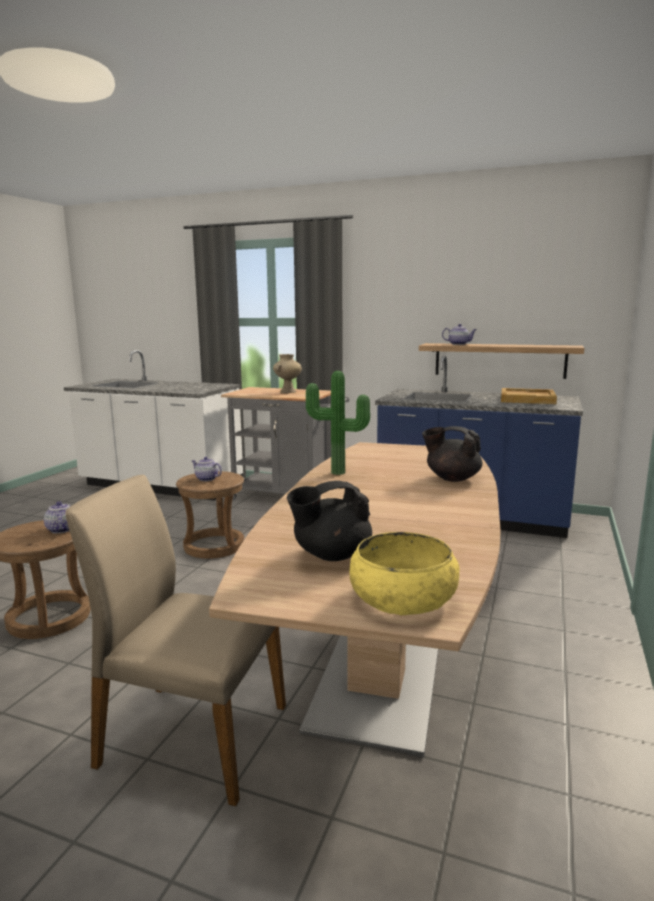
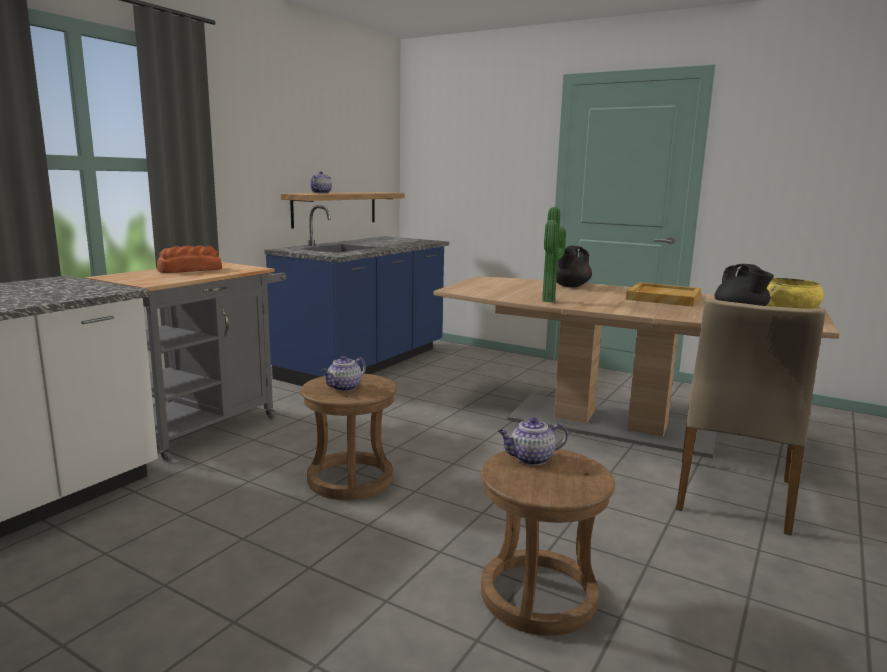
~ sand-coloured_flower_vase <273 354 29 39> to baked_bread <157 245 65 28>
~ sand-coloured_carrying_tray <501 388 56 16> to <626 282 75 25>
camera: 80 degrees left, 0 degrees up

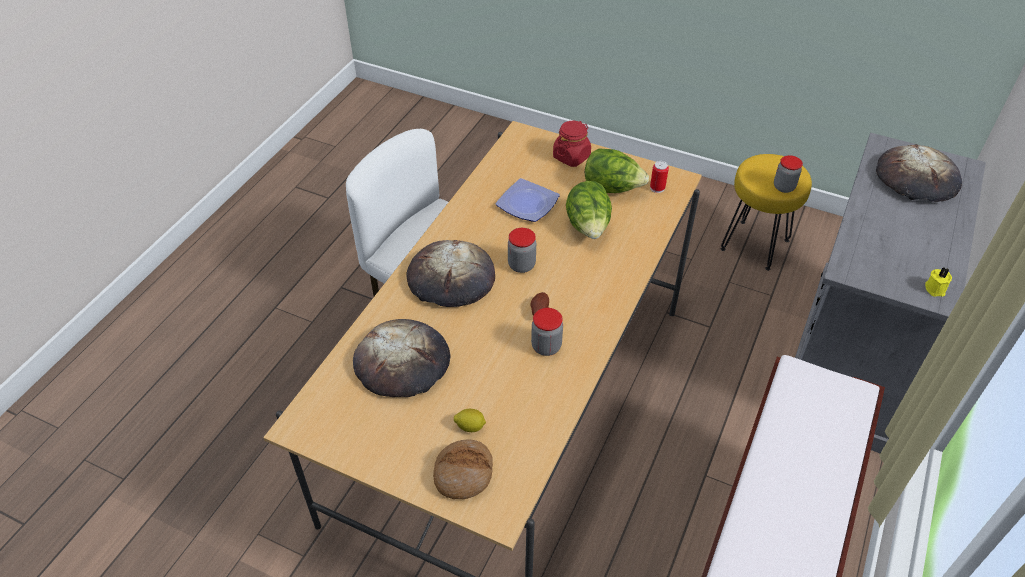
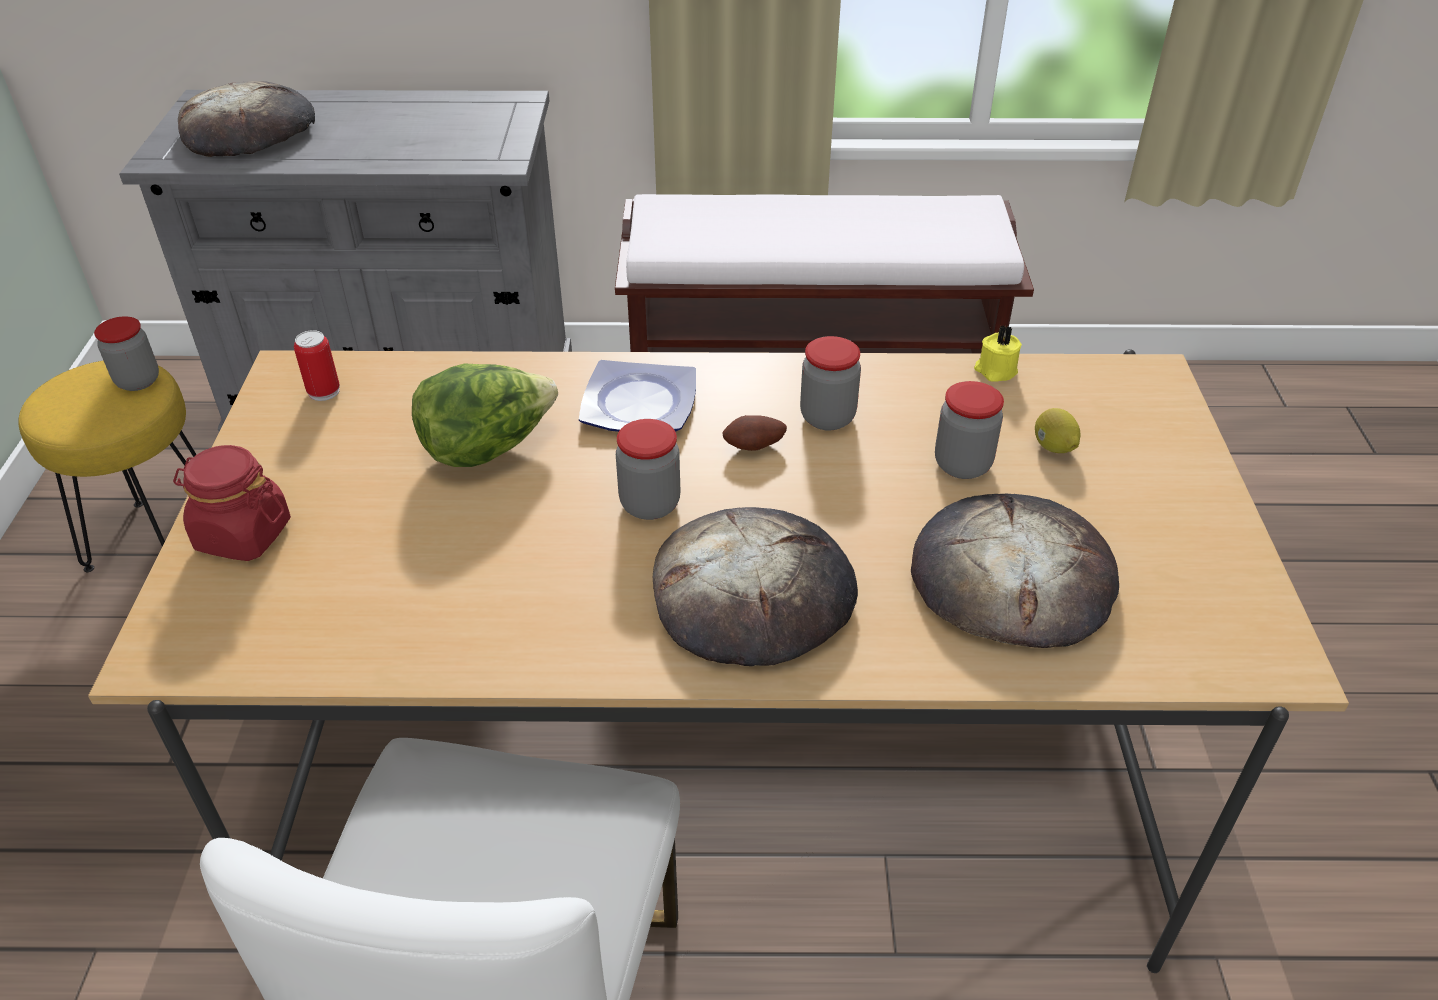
- lettuce_head <585 148 64 45>
~ dinner_plate <495 178 65 44> to <579 360 117 72>
~ yellow_wax_candle <925 267 27 30> to <974 325 48 57>
- baked_bread <433 439 60 60>
+ jar <935 381 69 98>
camera: 115 degrees left, 5 degrees down

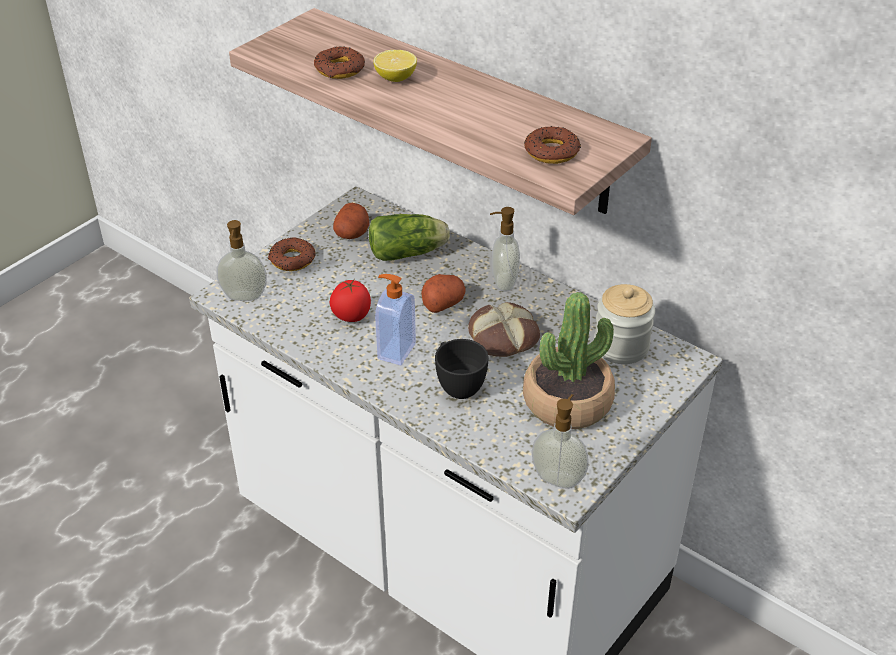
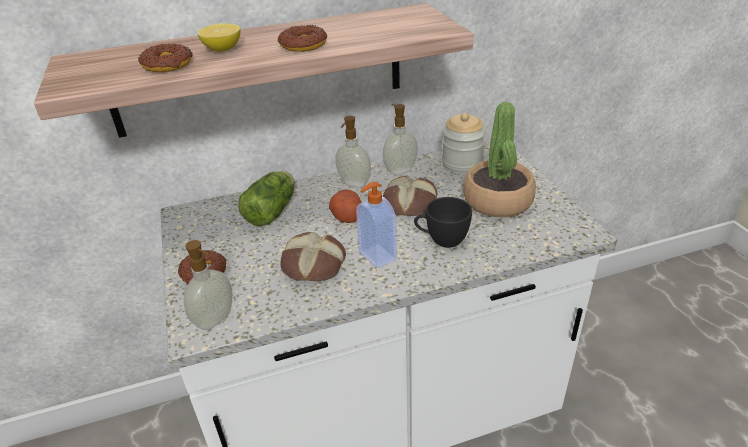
~ doughnut <524 126 57 38> to <278 25 49 27>
- whole_potato <333 203 37 36>
~ tomato <330 280 41 42> to baked_bread <281 232 65 49>
~ soap_bottle <531 394 58 95> to <383 104 35 70>
camera: 55 degrees left, 5 degrees down

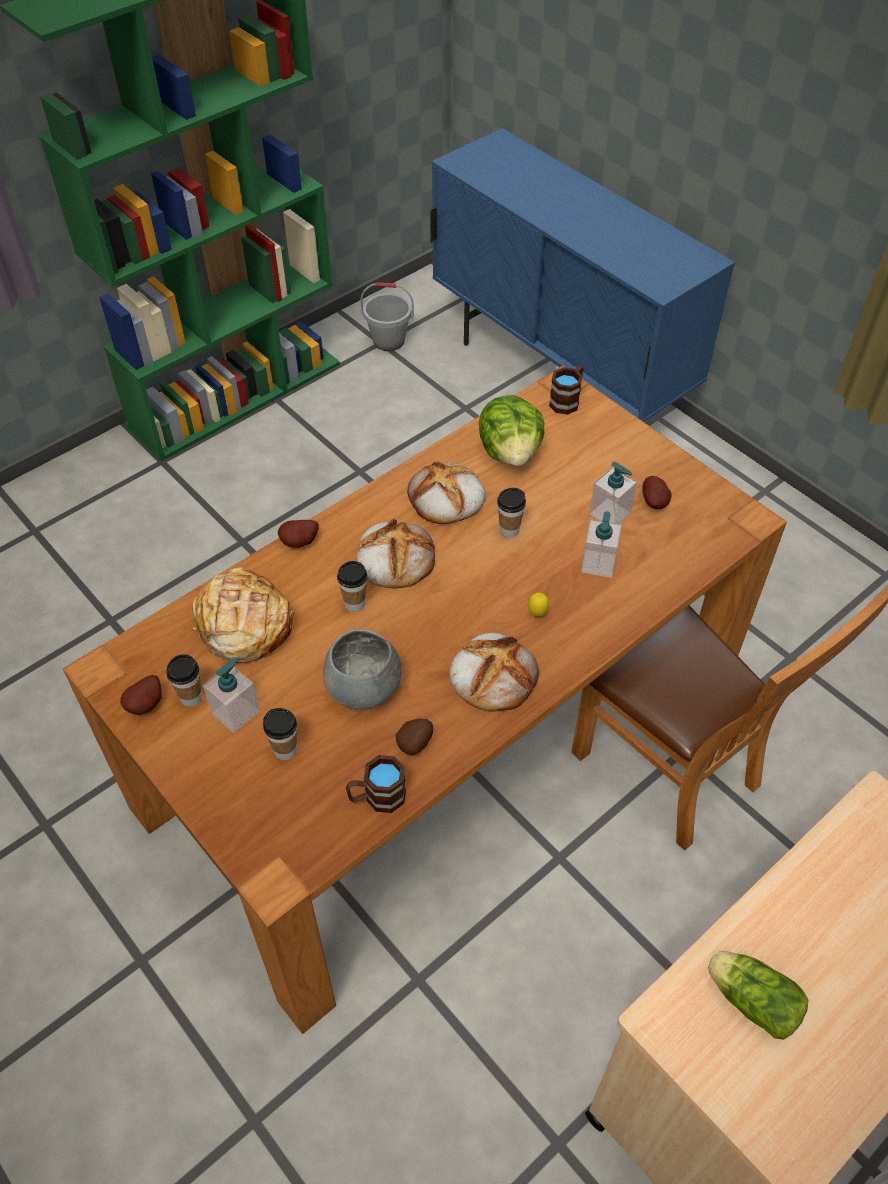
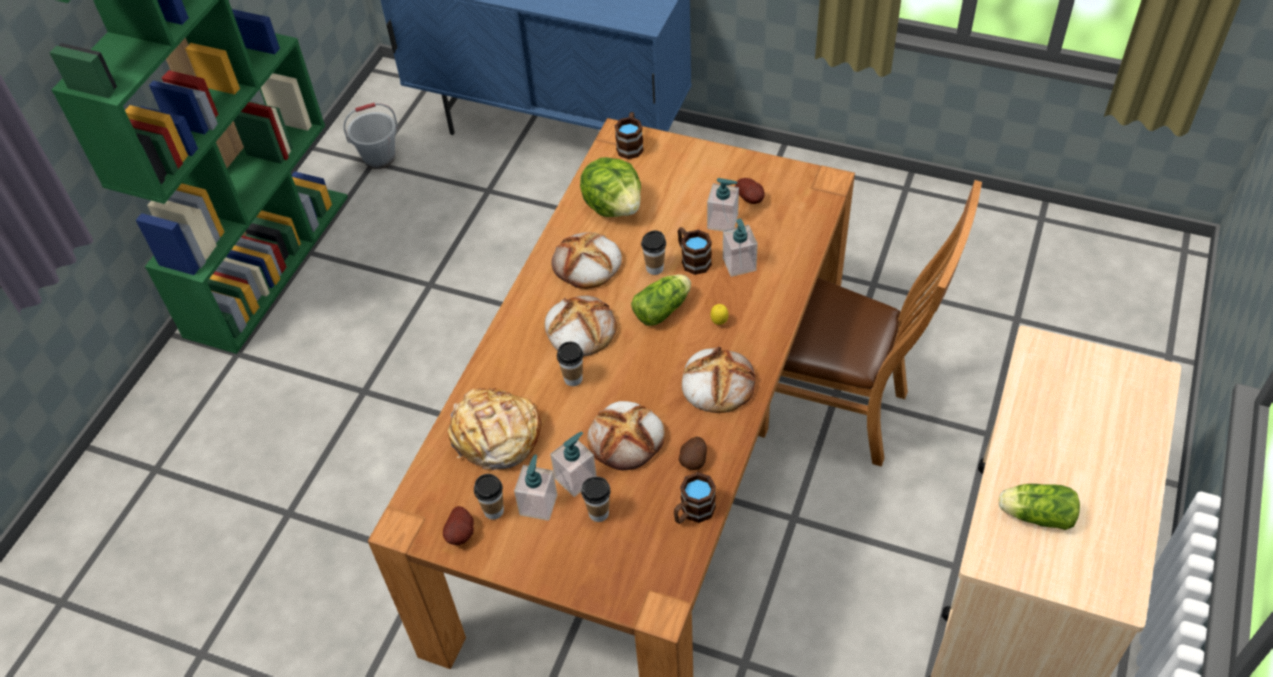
- whole_potato <278 520 41 28>
~ grey_bowl <323 629 78 81> to baked_bread <587 401 78 69>
+ brown_mug <678 227 34 48>
+ lettuce_head <631 274 60 52>
+ soap_bottle <550 431 47 66>
camera: 25 degrees left, 0 degrees up

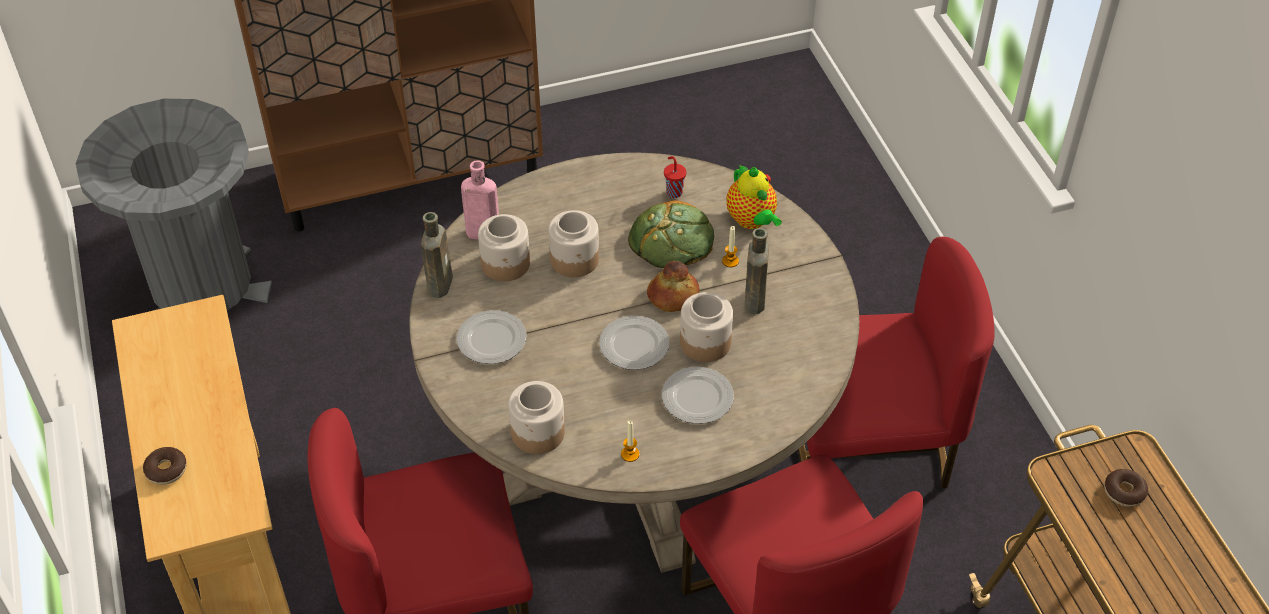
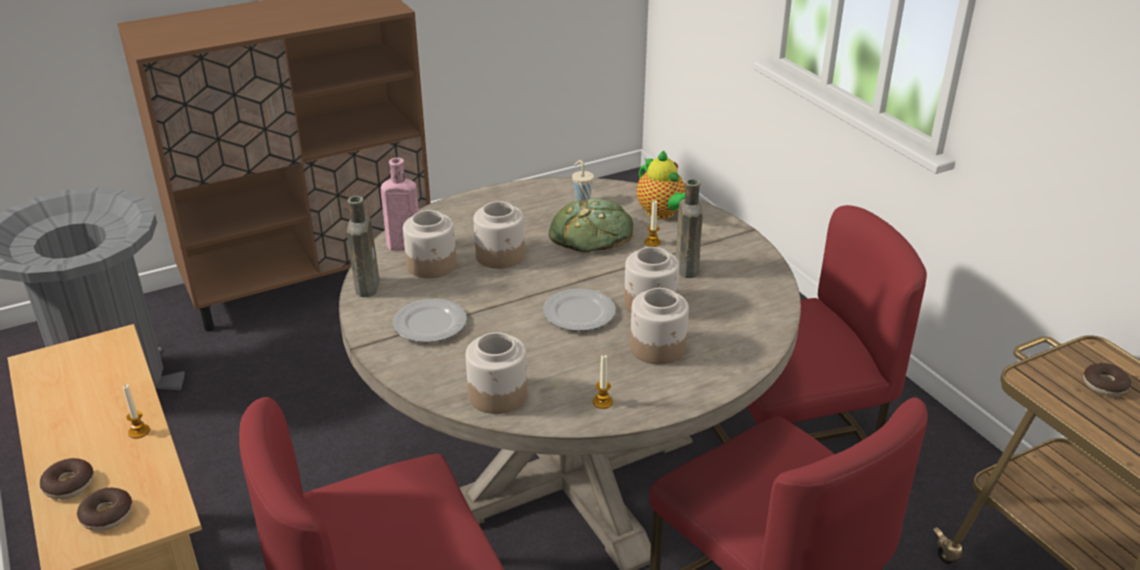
~ red_drinking_cup <664 156 23 42> to sand-coloured_drinking_cup <572 160 22 41>
- baked_bread <647 261 53 51>
~ dinner_plate <662 367 72 57> to jar <630 288 59 77>
+ wax_candle <123 384 27 55>
+ doughnut <77 488 55 43>
camera: 10 degrees left, 15 degrees down

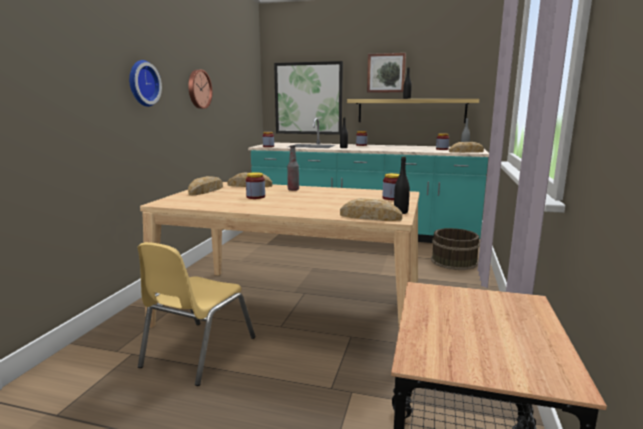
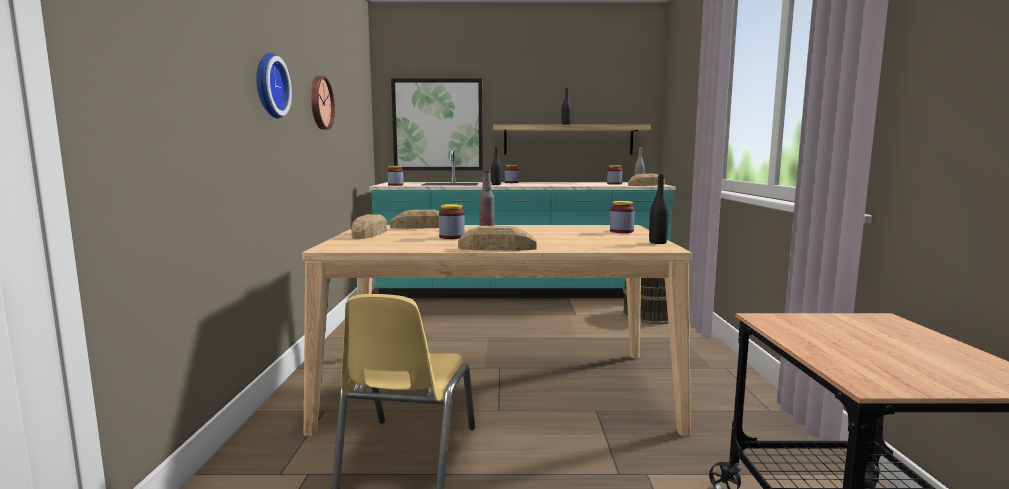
- wall_art <367 53 39 40>
~ baked_bread <340 198 62 23> to <458 226 79 25>
camera: 15 degrees left, 5 degrees down

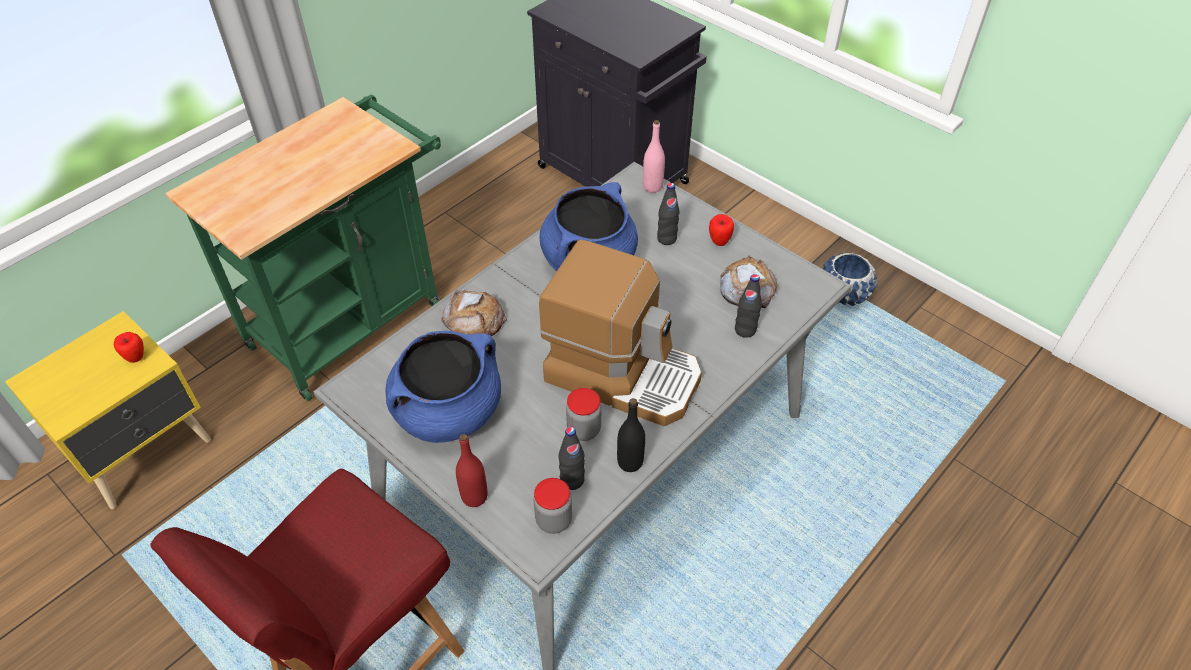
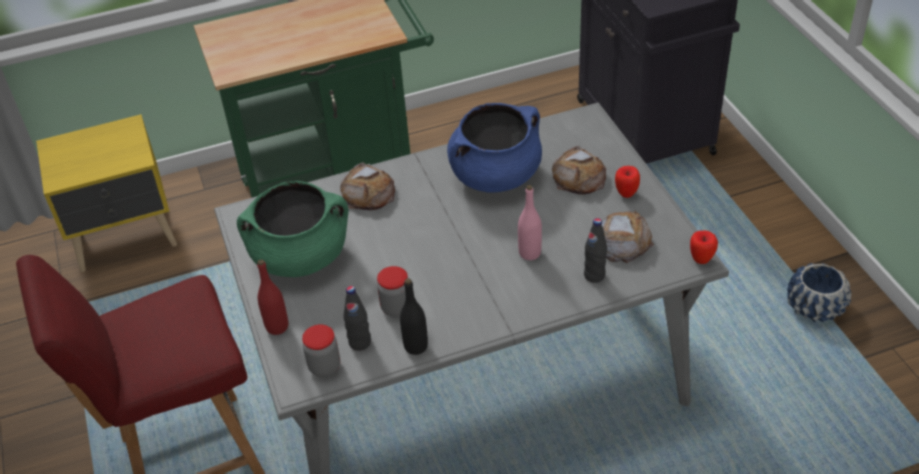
~ pink-coloured_drink_bottle <643 120 22 73> to <518 185 24 75>
~ black-coloured_drink_bottle <657 183 22 62> to baked_bread <552 146 54 48>
- coffee_brewer <539 239 163 187>
~ bluish_cooking_pot <385 331 116 112> to green-coloured_cooking_pot <237 181 112 96>
~ whole_apple <114 332 30 31> to <690 230 28 34>
camera: 30 degrees right, 5 degrees down

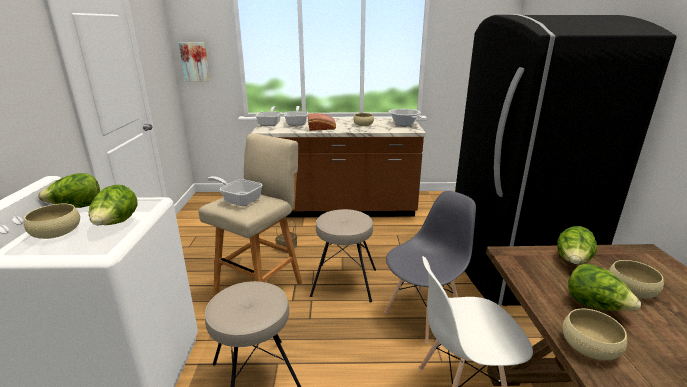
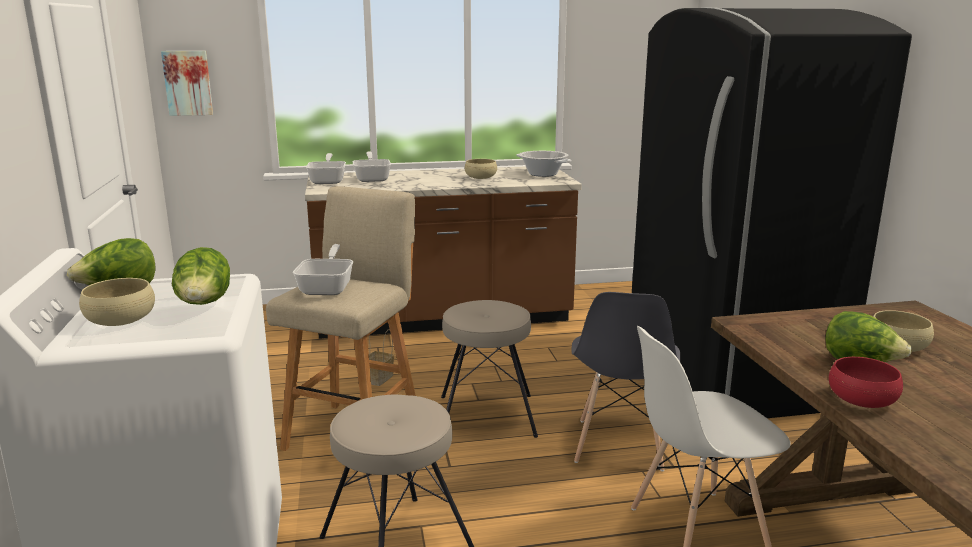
- baked_bread <308 113 28 18>
~ frying_pan <207 176 56 30> = <293 244 60 51> 75 degrees clockwise
~ grey_plain_chair <385 191 91 152> = <571 292 109 179> 150 degrees clockwise
- lettuce_head <557 226 40 38>
~ sand-coloured_bowl <563 309 64 51> to red_bowl <829 357 74 51>
camera: 10 degrees left, 5 degrees down

